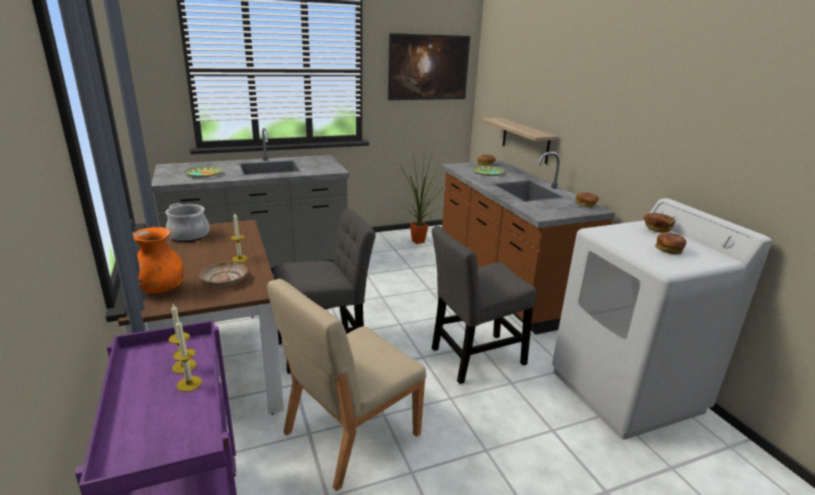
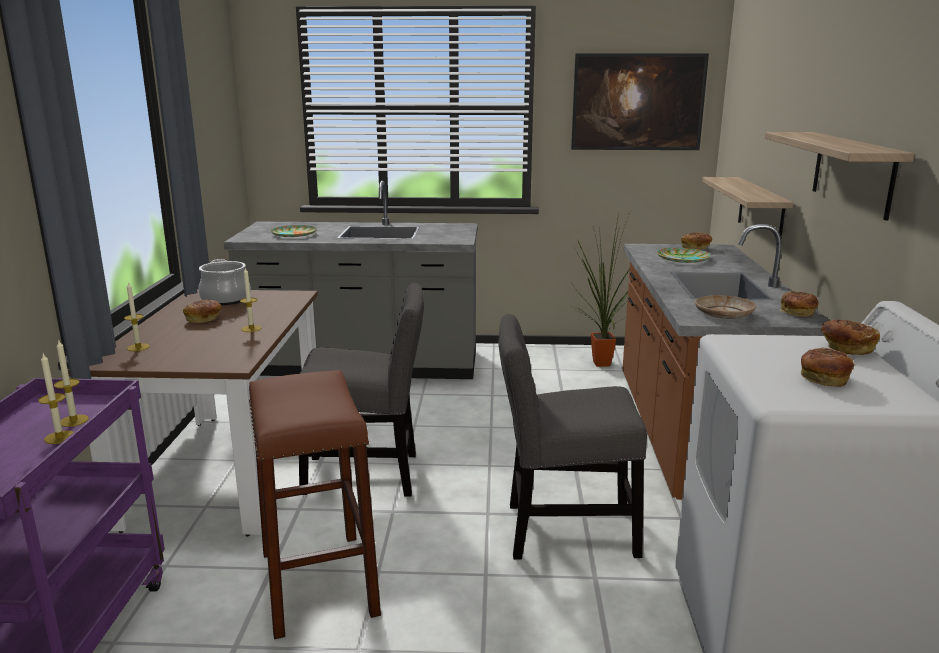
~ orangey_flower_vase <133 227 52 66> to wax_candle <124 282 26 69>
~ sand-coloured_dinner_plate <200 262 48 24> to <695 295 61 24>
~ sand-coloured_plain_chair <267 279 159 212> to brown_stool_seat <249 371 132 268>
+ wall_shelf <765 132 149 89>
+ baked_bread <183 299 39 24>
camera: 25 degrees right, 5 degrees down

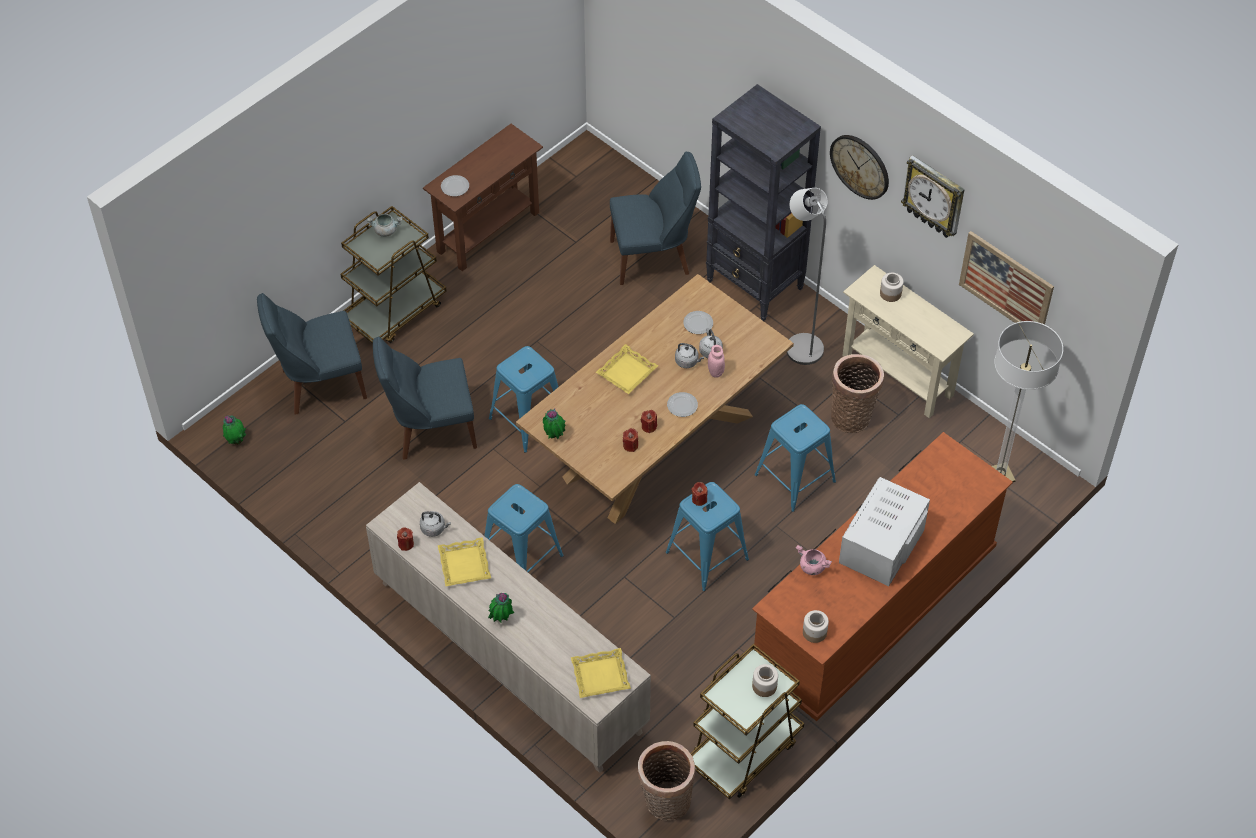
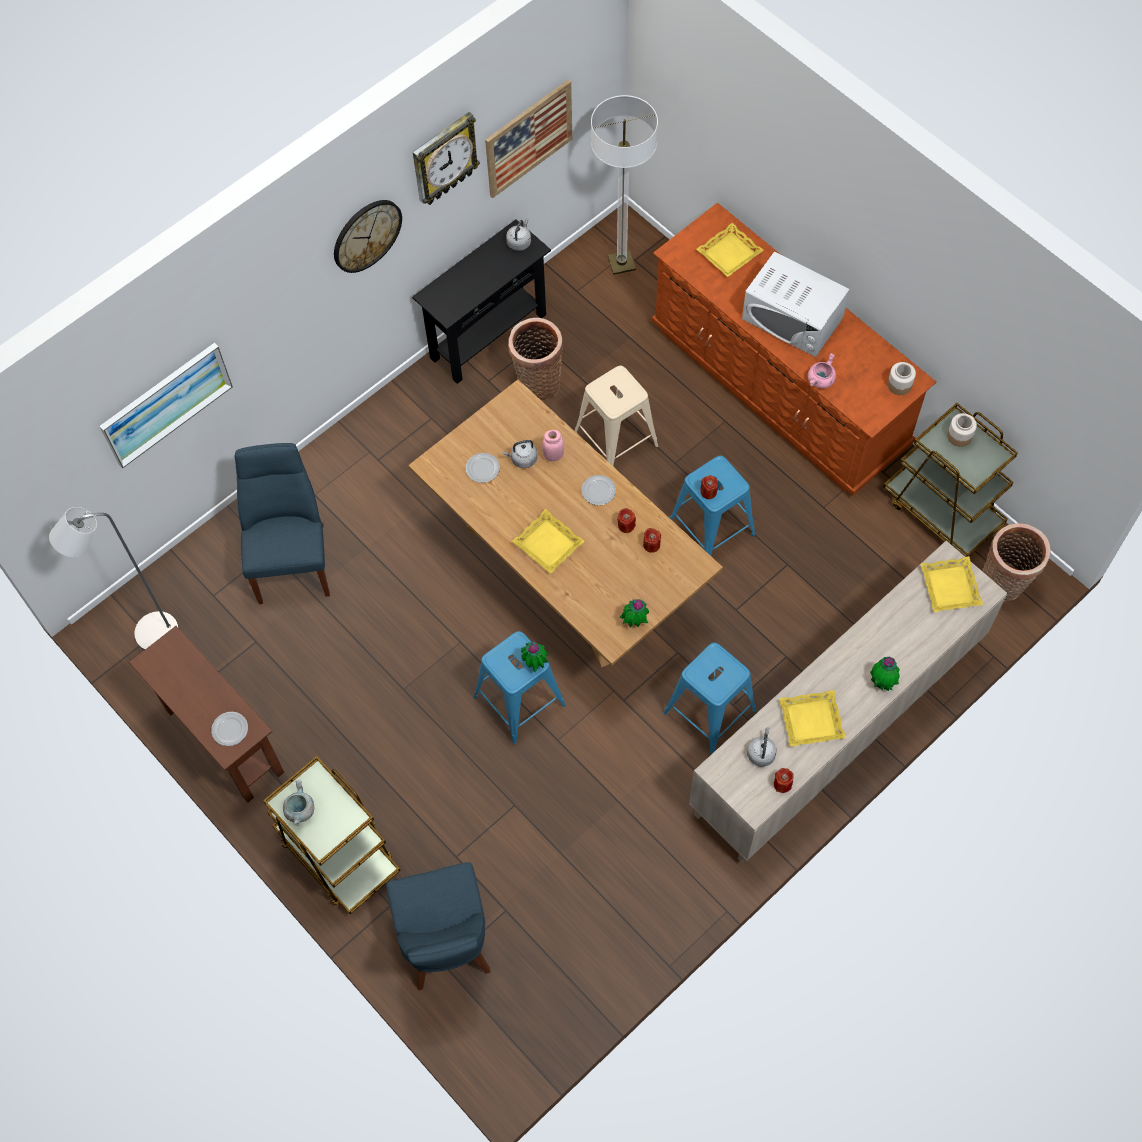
- black-coloured_shelving_unit <706 84 115 237>
~ grey_standard_lamp <786 188 42 177> to <49 507 130 143>
~ sand-coloured_hall_table <842 265 132 153> to black-coloured_hall_table <412 219 139 165>
- jar <880 273 24 29>
- bluish_plain_chair <373 336 104 124>
~ grey_tea_kettle <675 343 29 25> to <506 218 25 33>
~ bluish_stool_seat <755 404 81 108> to sand-coloured_stool_seat <575 366 83 100>
~ plant_in_a_pot <223 415 23 30> to <521 641 27 31>
+ yellow_carrying_tray <697 222 67 55>
+ wall_art <100 343 133 126>
camera: 85 degrees left, 10 degrees up

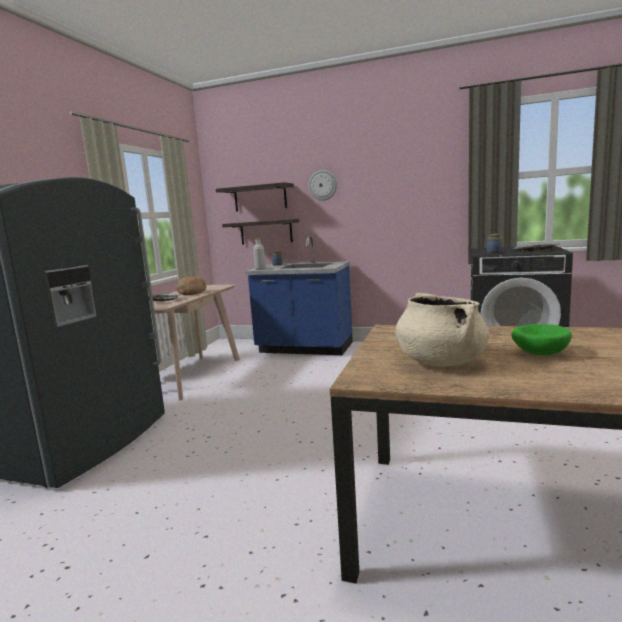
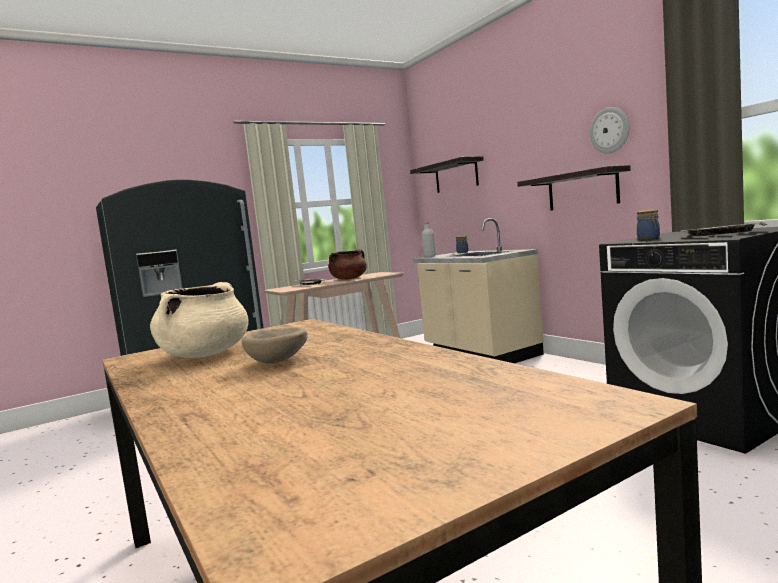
~ clock_on_the_wall <309 170 28 31> to <590 107 39 47>
~ wall_shelf <222 219 77 26> to <517 165 114 45>
~ bluish_kitchen_counter <245 236 108 119> to sand-coloured_kitchen_counter <412 218 132 145>
~ baked_bread <177 276 29 19> to brown_cooking_pot <328 249 39 31>
~ green-coloured_bowl <511 324 61 31> to sand-coloured_bowl <242 327 65 37>
camera: 40 degrees right, 5 degrees down

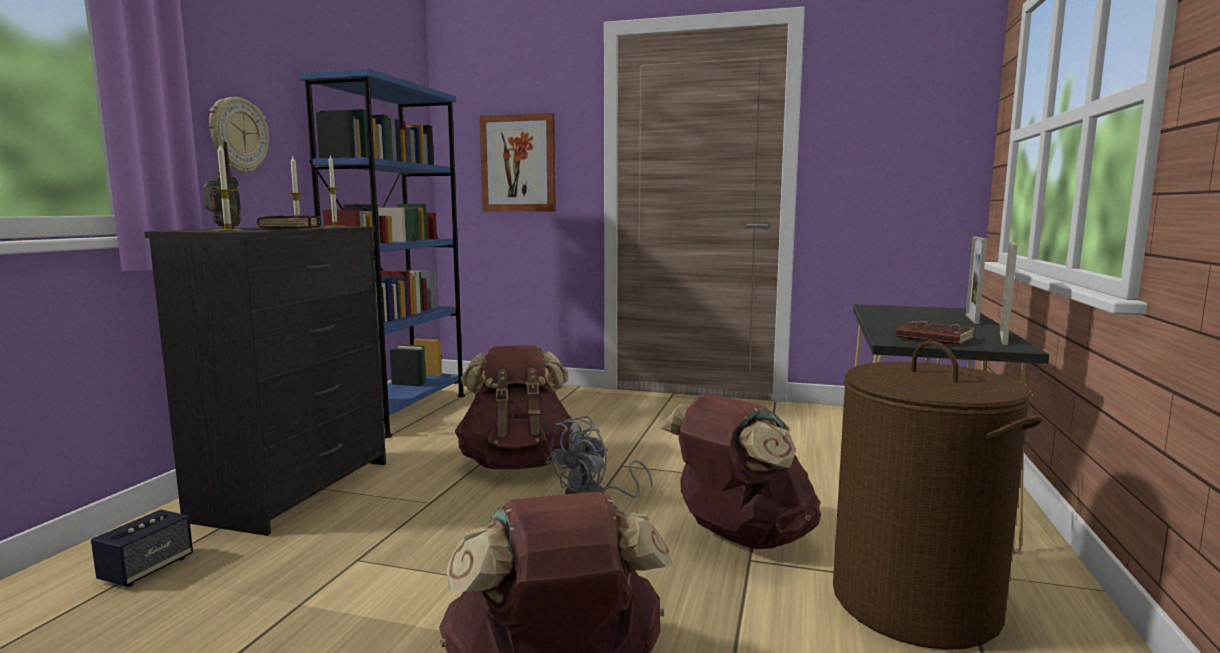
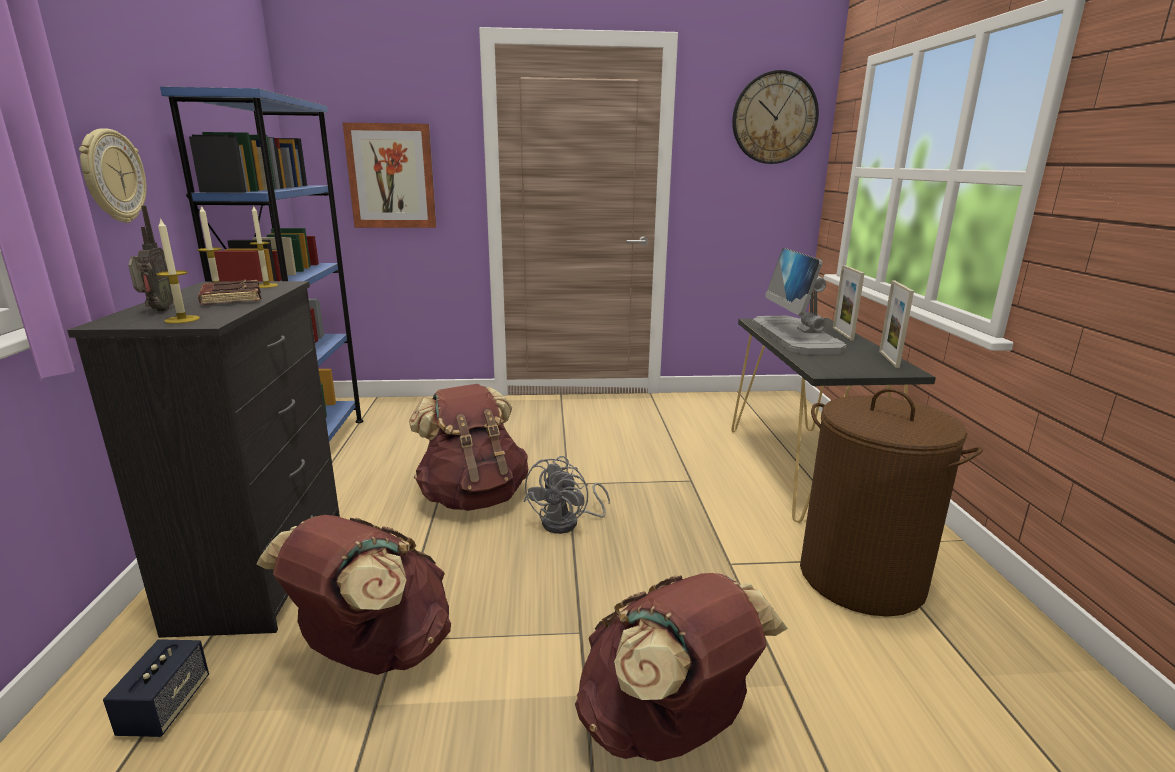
- brown_volume <896 321 79 23>
~ brown_knapsack <660 394 161 155> to <256 515 195 160>
+ clock_on_the_wall <732 70 87 94>
+ computer_display <752 248 95 107>
camera: 20 degrees left, 10 degrees up

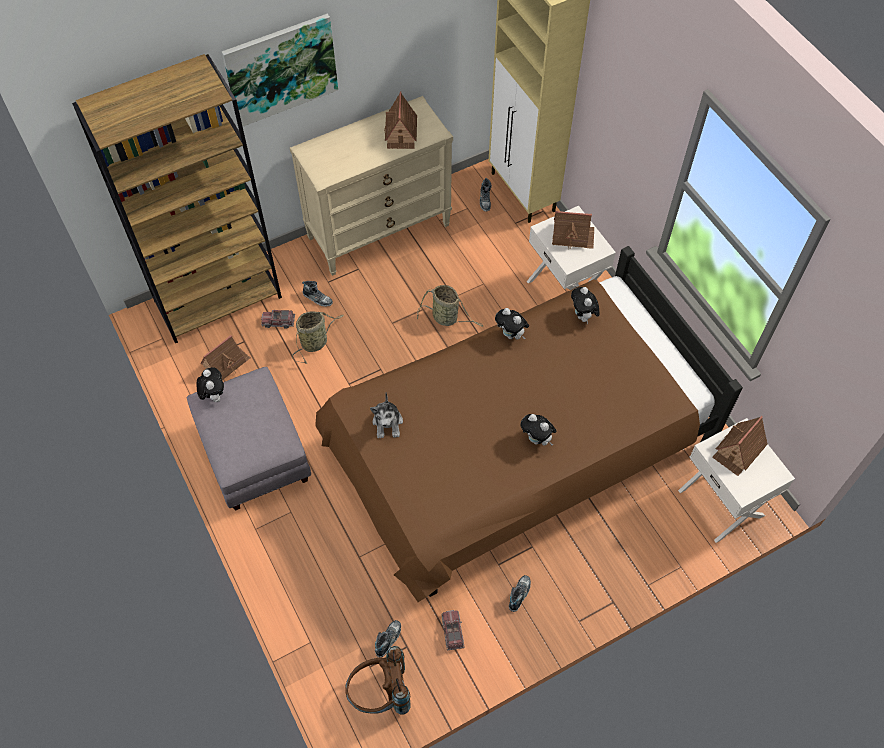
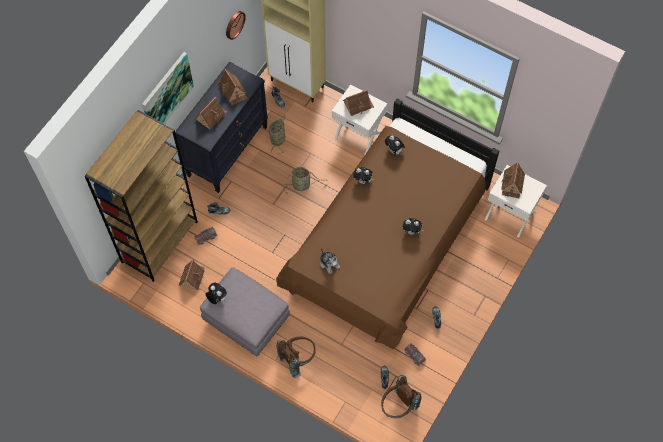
~ sand-coloured_chest_of_drawers <290 96 163 180> to black-coloured_chest_of_drawers <175 62 93 131>
~ household_basket <292 311 52 53> to <269 116 16 38>
+ clock_on_the_wall <226 11 20 29>
+ toy_house <195 97 32 32>
+ brown_knapsack <276 336 40 42>
camera: 30 degrees left, 5 degrees up

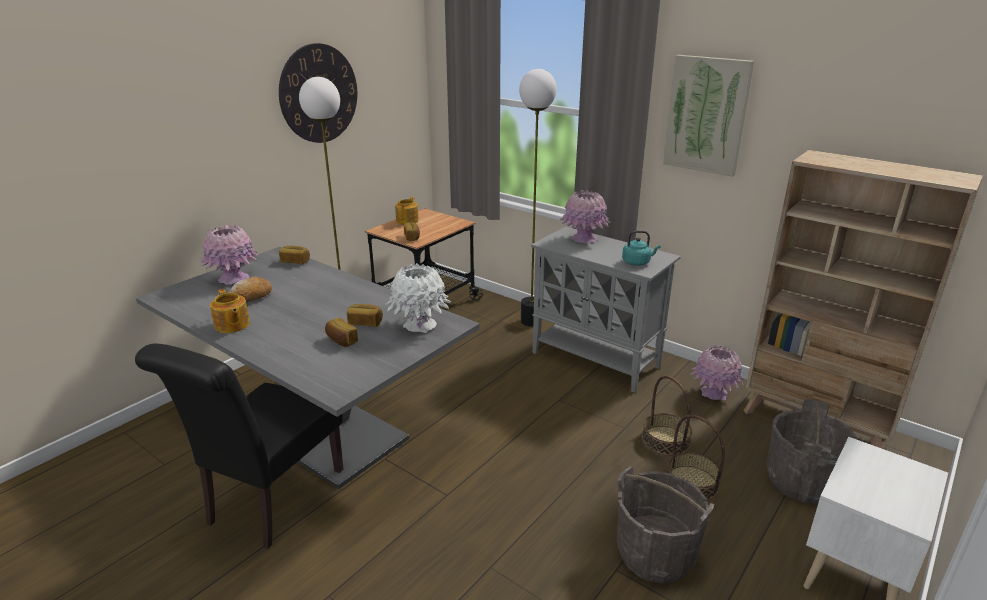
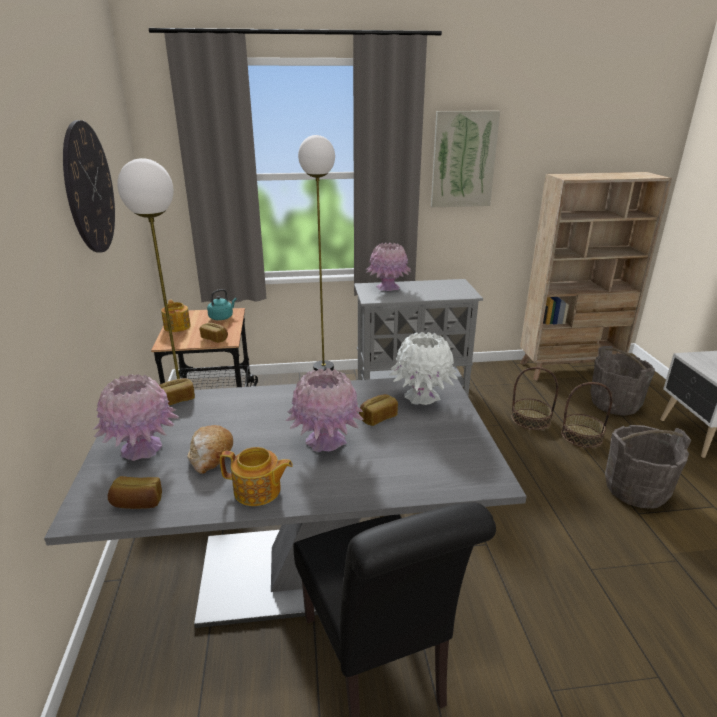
~ blue-green_tea_kettle <622 231 38 35> to <207 289 30 31>
~ baked_bread <325 318 33 29> to <108 476 54 33>
~ pink-coloured_flower_vase <690 345 54 55> to <285 368 79 84>
camera: 45 degrees left, 0 degrees up

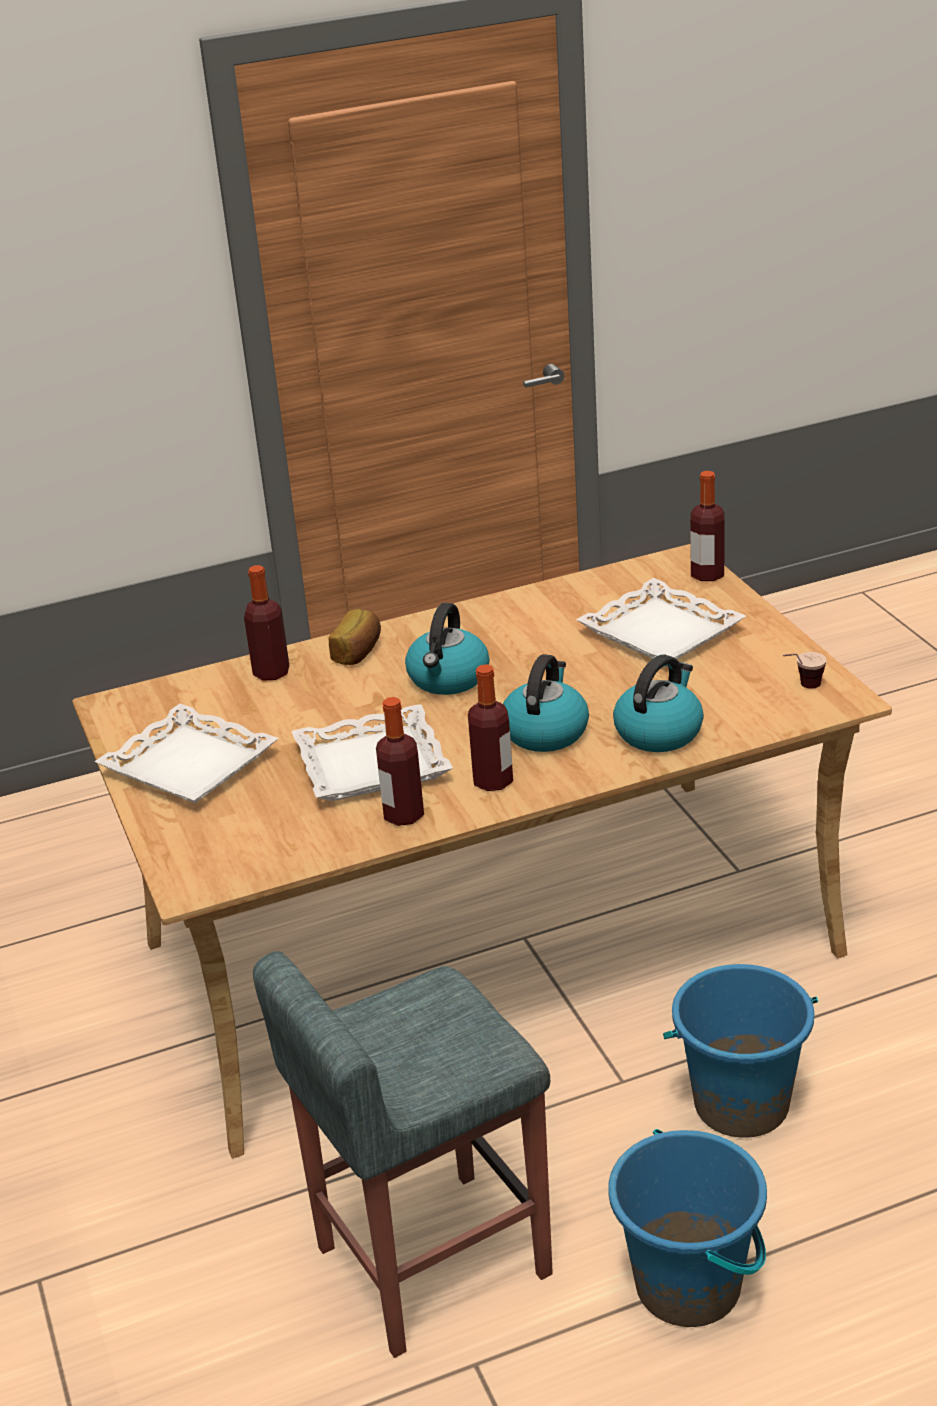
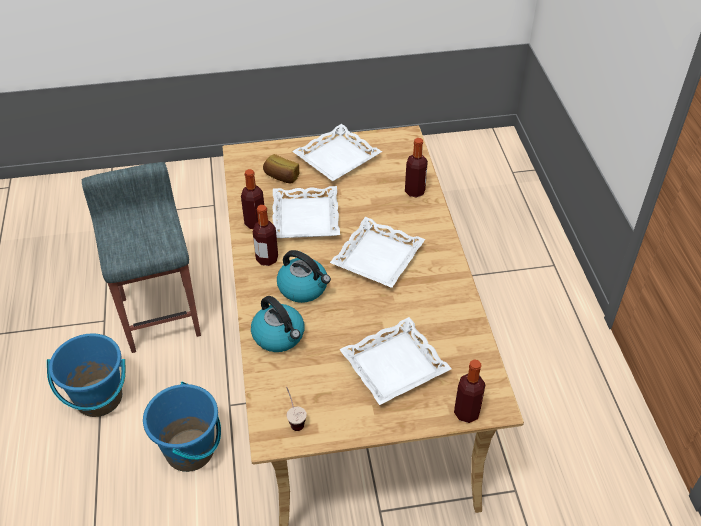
~ tea_kettle <405 603 84 92> to whitish_carrying_tray <330 217 95 71>
~ baked_bread <328 609 53 56> to <263 154 36 30>
camera: 100 degrees right, 15 degrees up

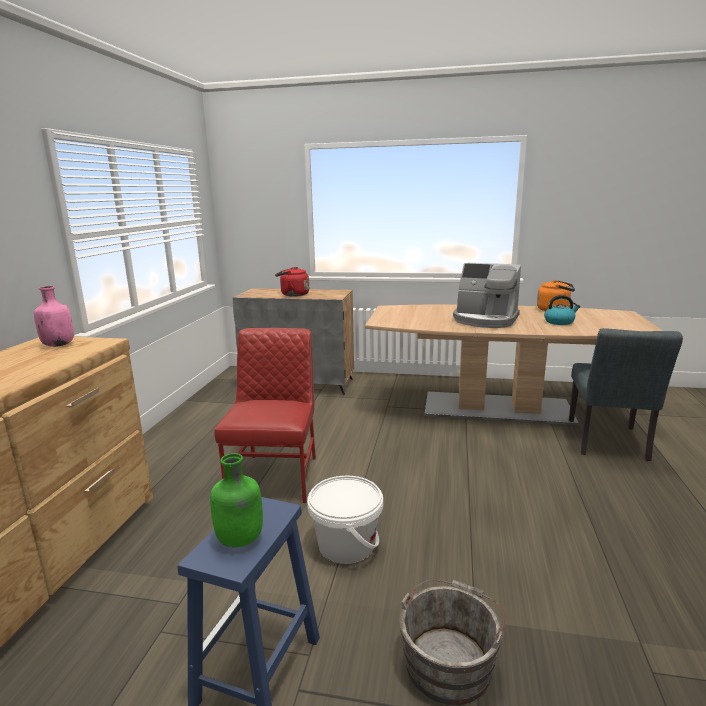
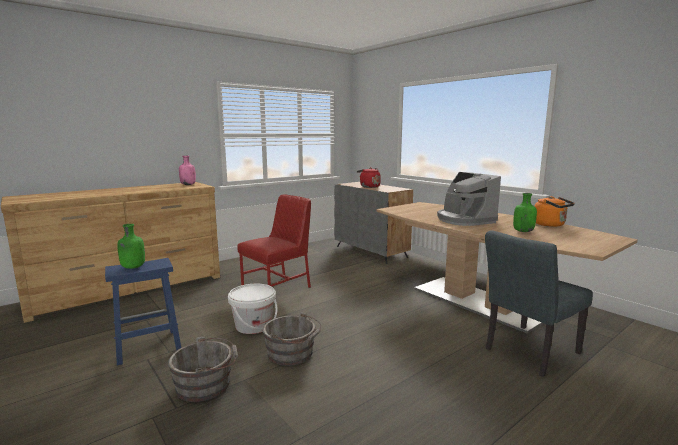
~ tea_kettle <544 295 36 30> to green-coloured_drink_bottle <513 193 24 39>
+ grey_pail <263 312 58 54>
camera: 40 degrees right, 5 degrees down

